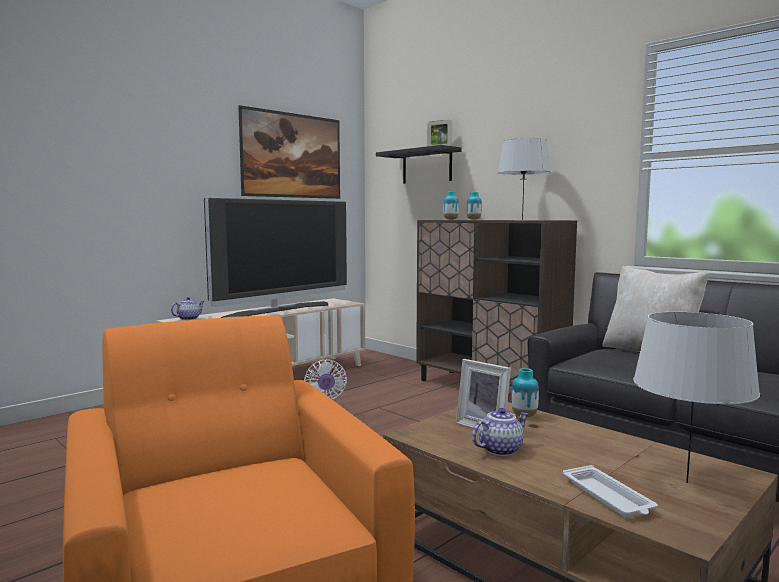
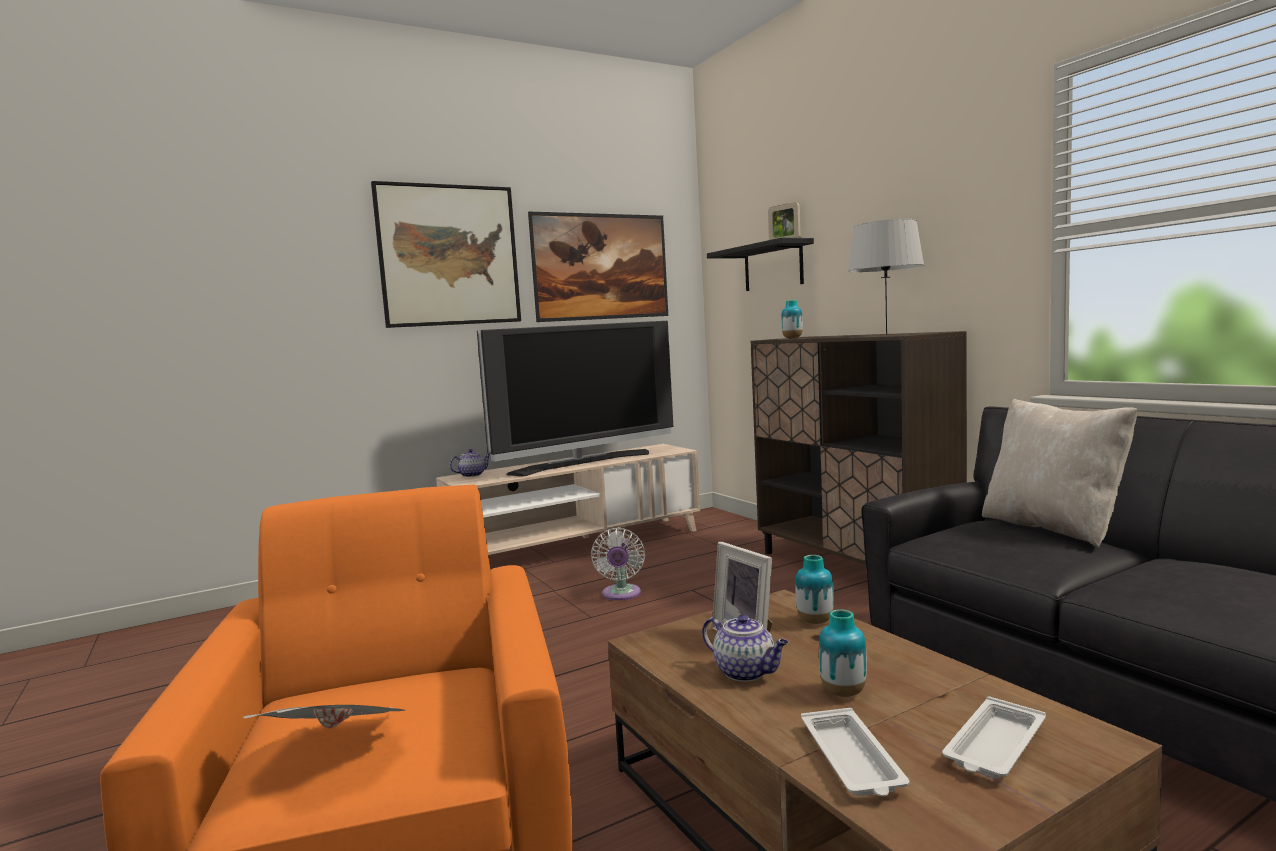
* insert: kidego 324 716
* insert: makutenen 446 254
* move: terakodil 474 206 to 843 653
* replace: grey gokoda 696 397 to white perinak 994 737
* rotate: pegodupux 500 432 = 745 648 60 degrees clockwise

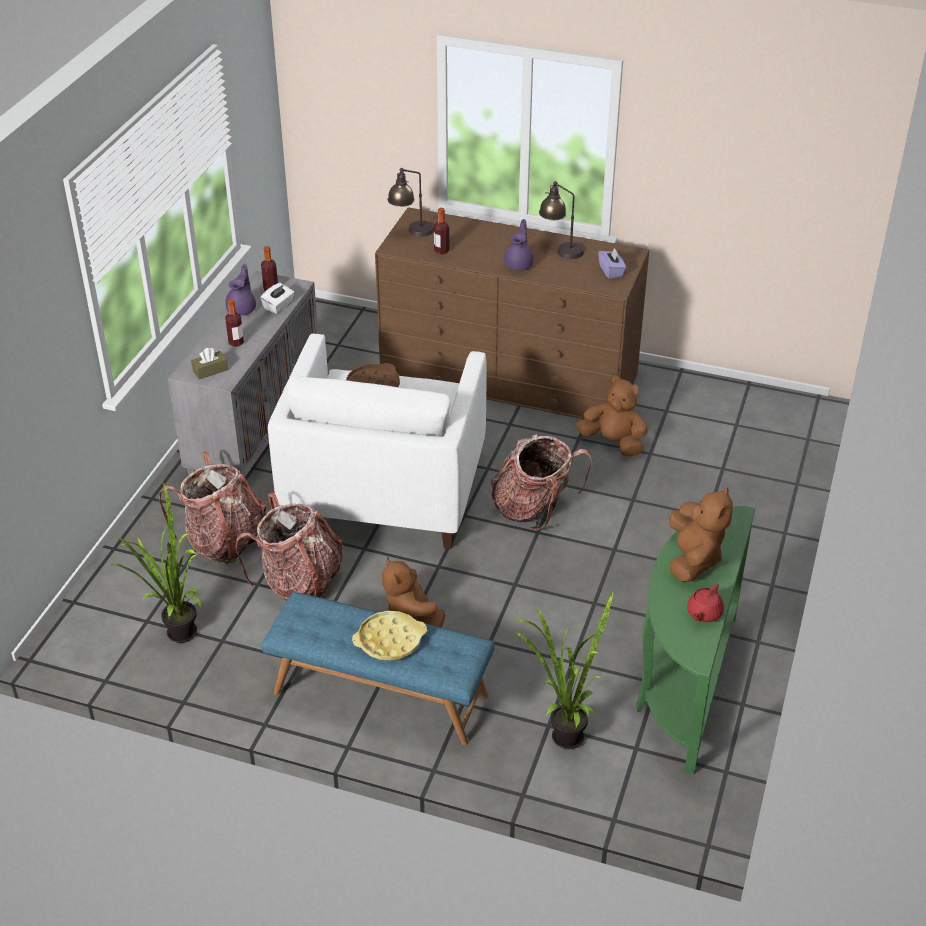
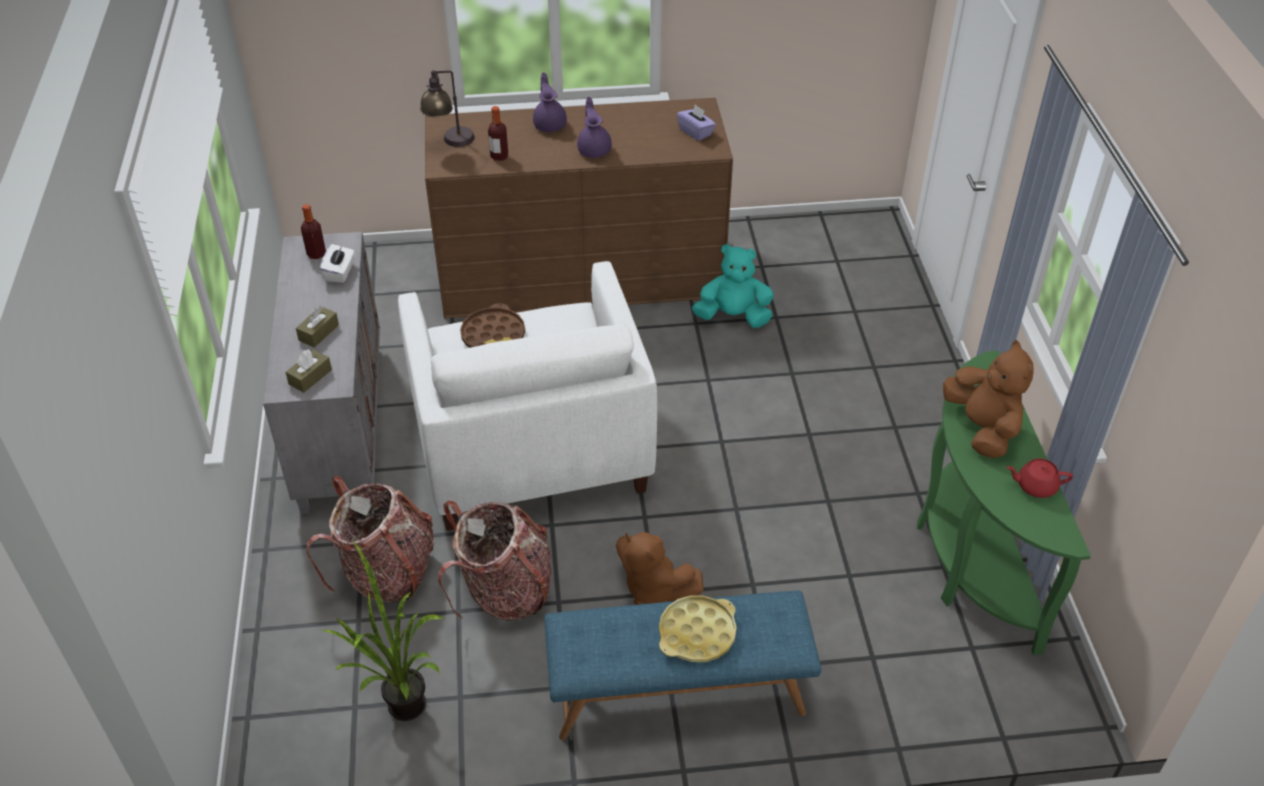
* delete: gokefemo 542 482
* delete: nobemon 564 669
* delete: gokoda 561 220
* move: purple pegodupux 241 290 to 550 102
* replace: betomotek 234 323 to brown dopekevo 317 327
* recolor: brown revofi 612 416 to turquoise revofi 733 286
* rotate: red pegodupux 705 603 = 1040 478 90 degrees clockwise

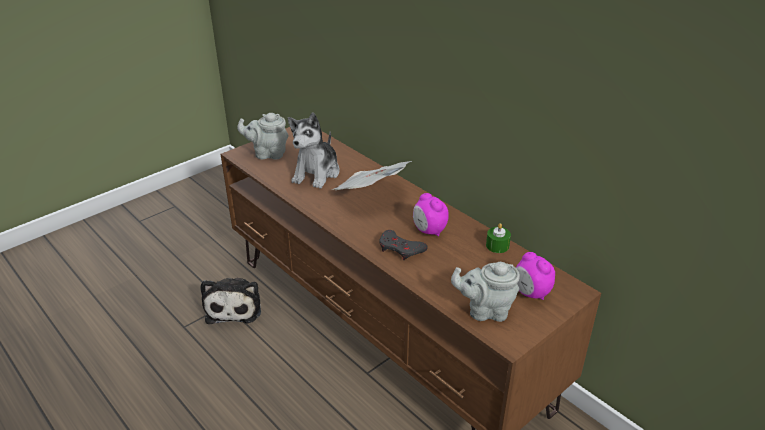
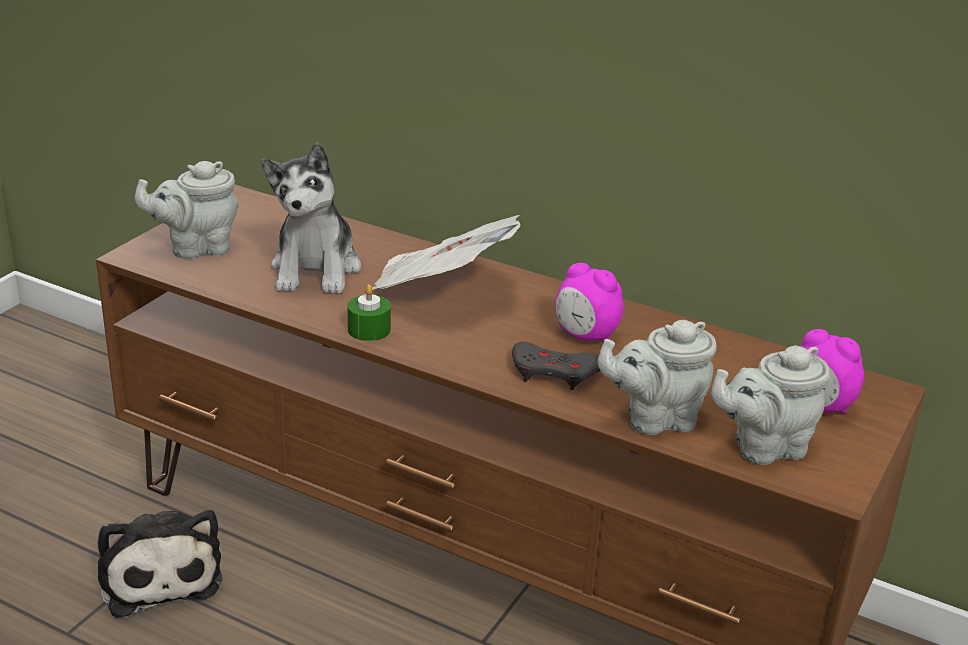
* insert: grey pegodupux 657 377
* move: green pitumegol 498 238 to 369 312

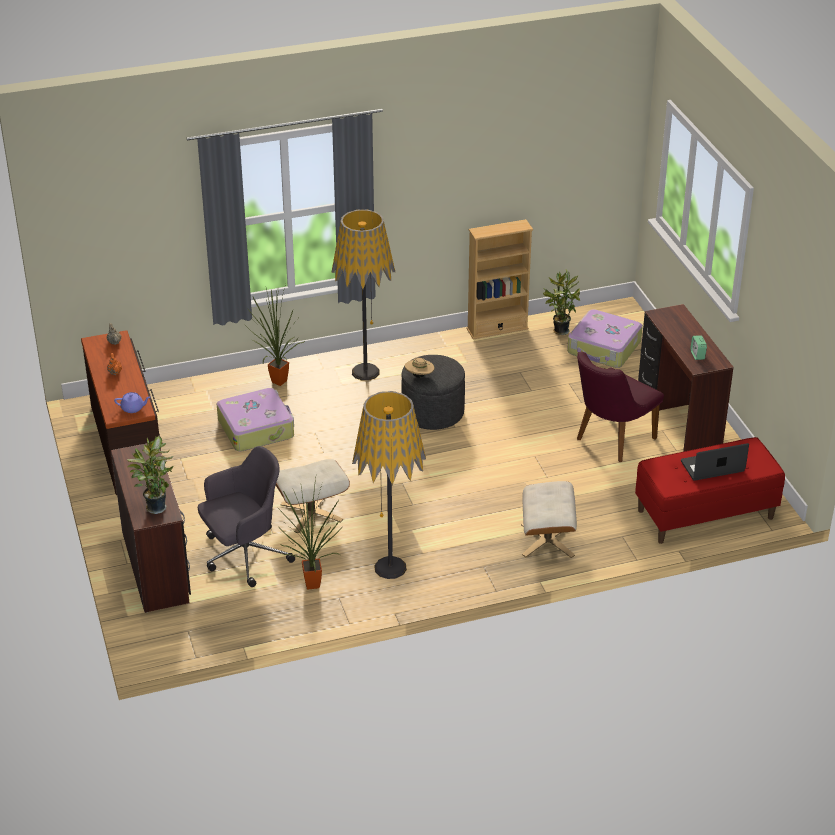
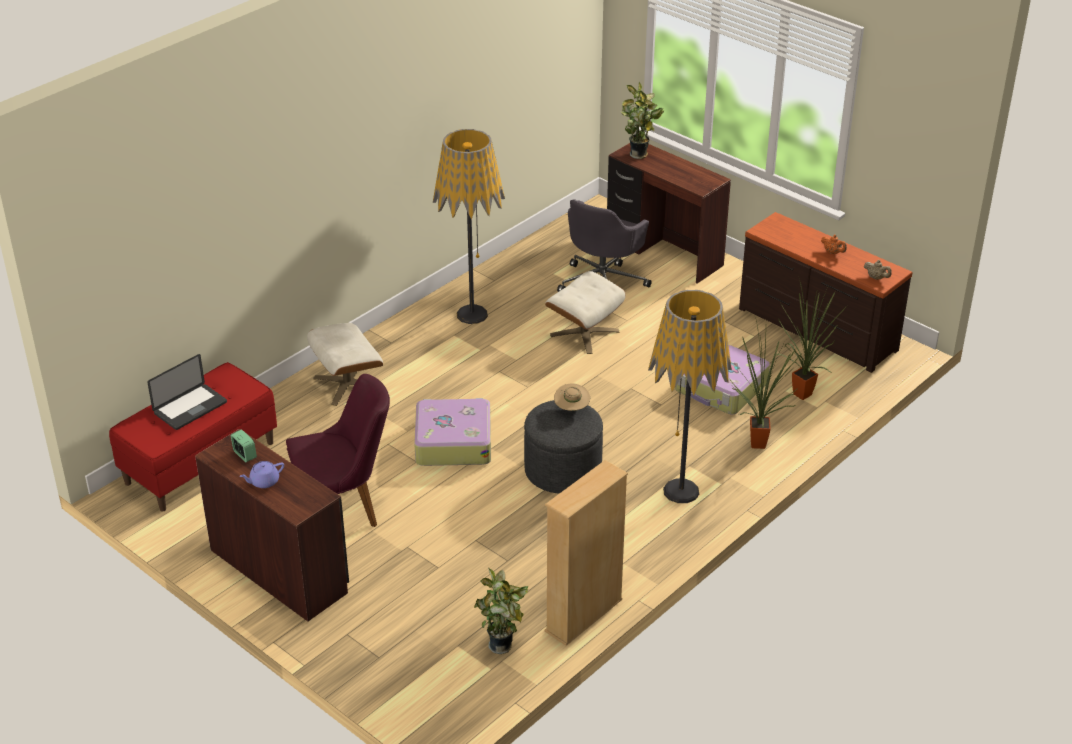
* move: purple pegodupux 132 402 to 262 474
* move: nobemon 310 534 to 811 339
* move: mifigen 605 338 to 452 432
* rotate: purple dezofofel 620 407 = 338 450 60 degrees clockwise

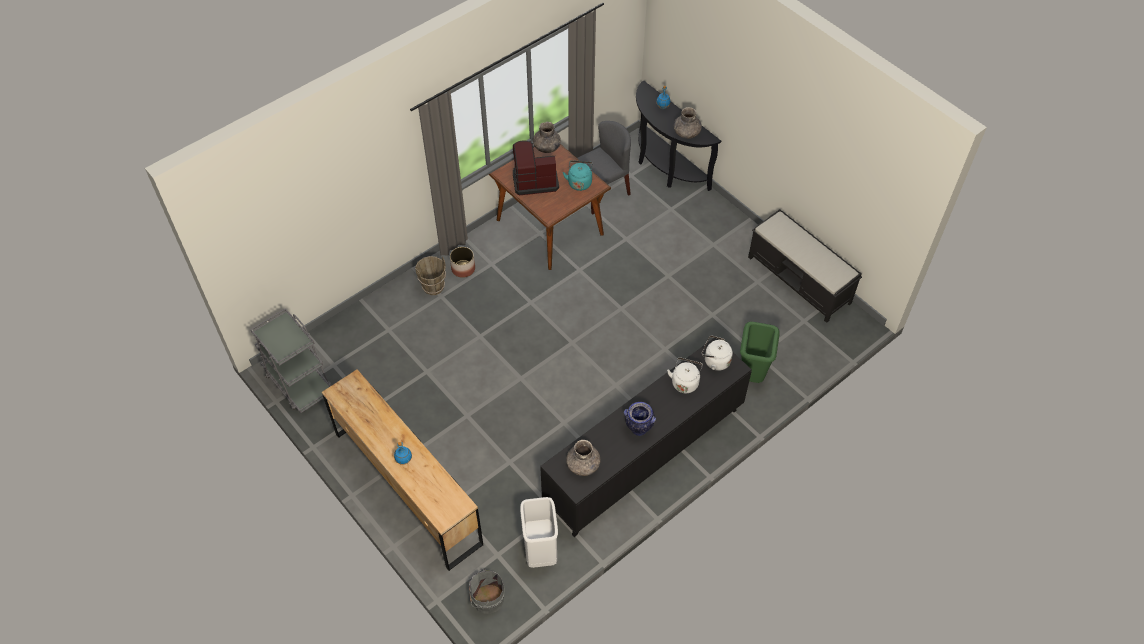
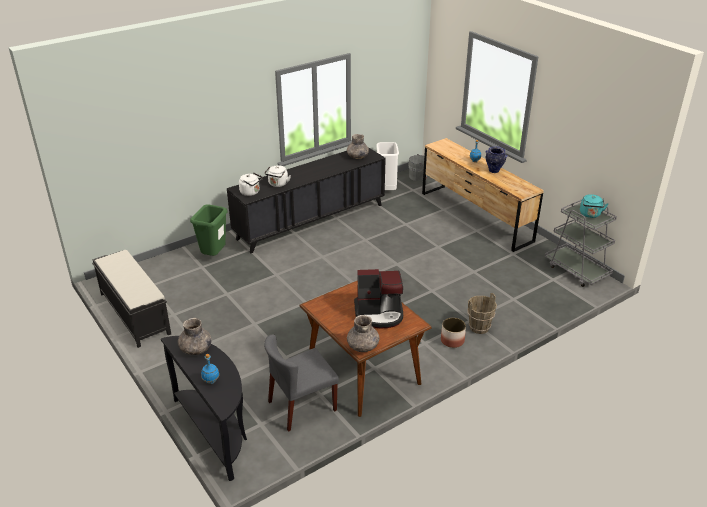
* move: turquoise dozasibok 578 175 to 594 206
* move: terakodil 640 419 to 497 159

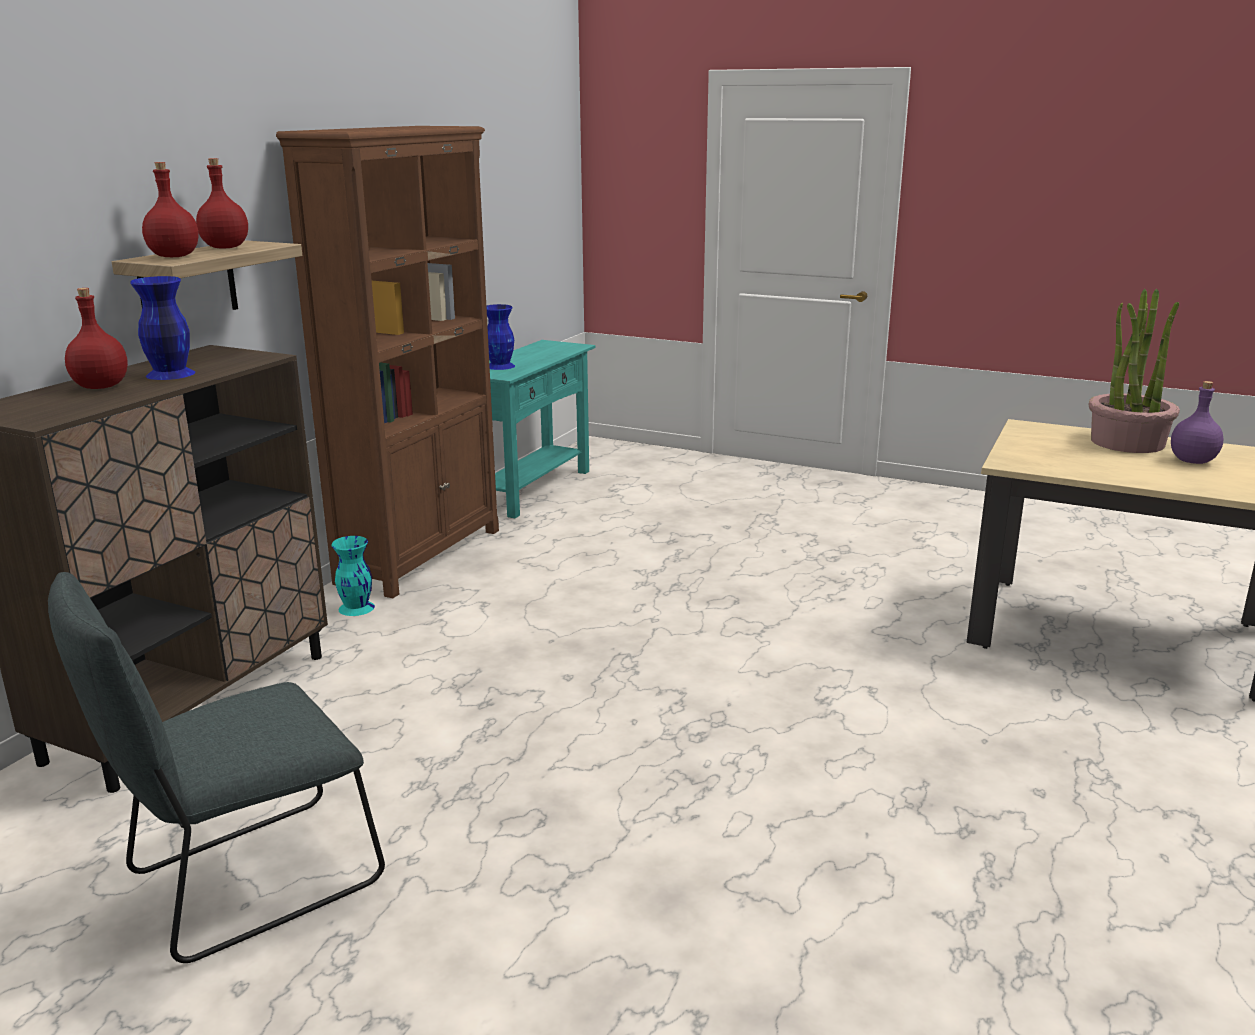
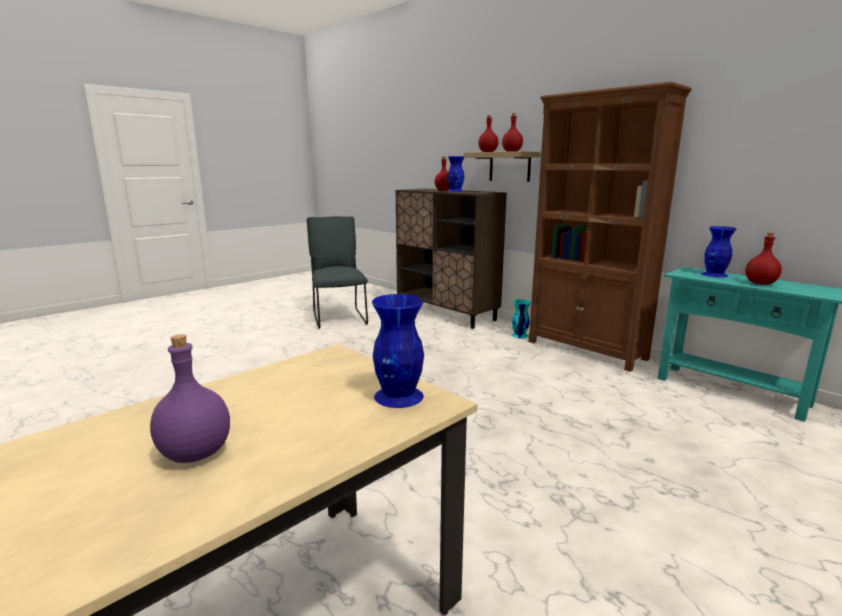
* delete: nobemon 1134 371
* insert: blue terakodil 398 351
* insert: red betomotek 763 258

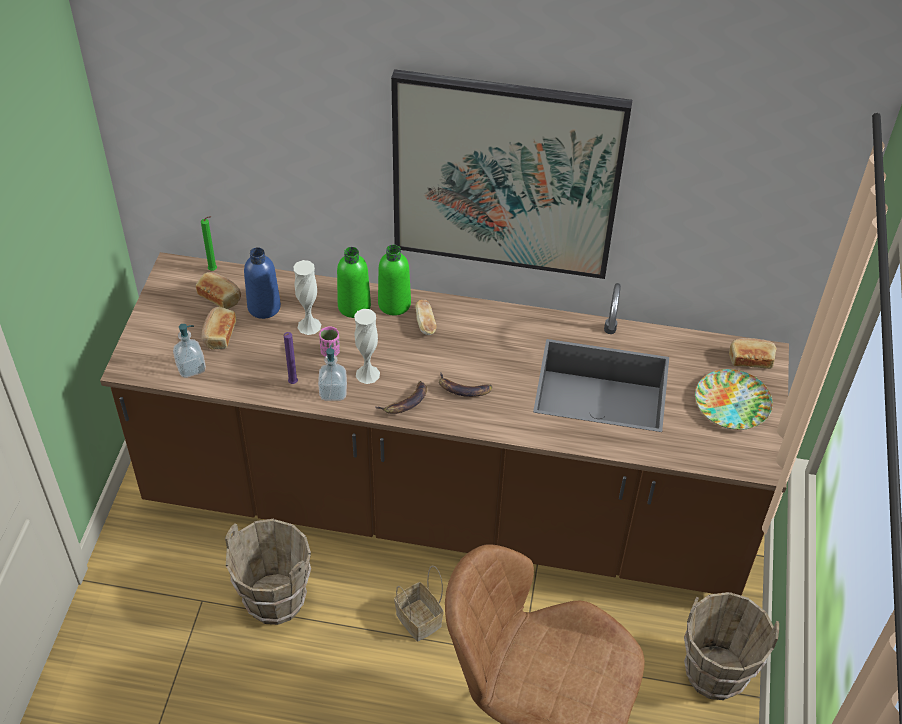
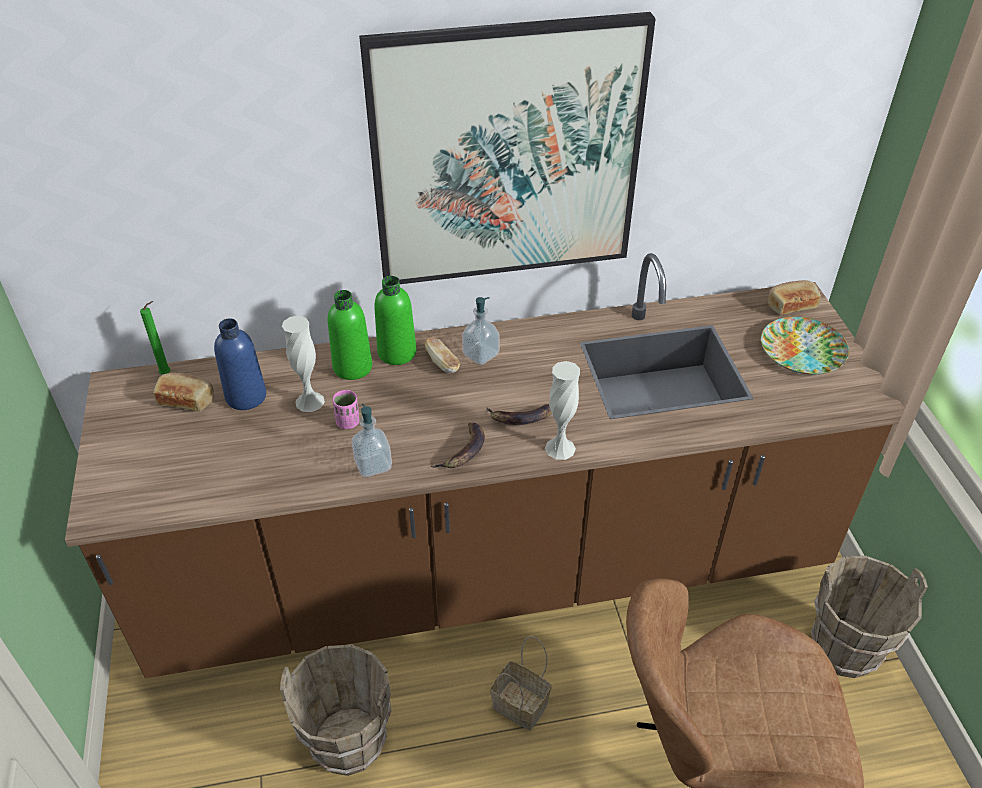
* delete: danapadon 218 328
* delete: purple pitumegol 291 358
* move: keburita 189 351 to 481 331
* move: white terakodil 367 346 to 562 410

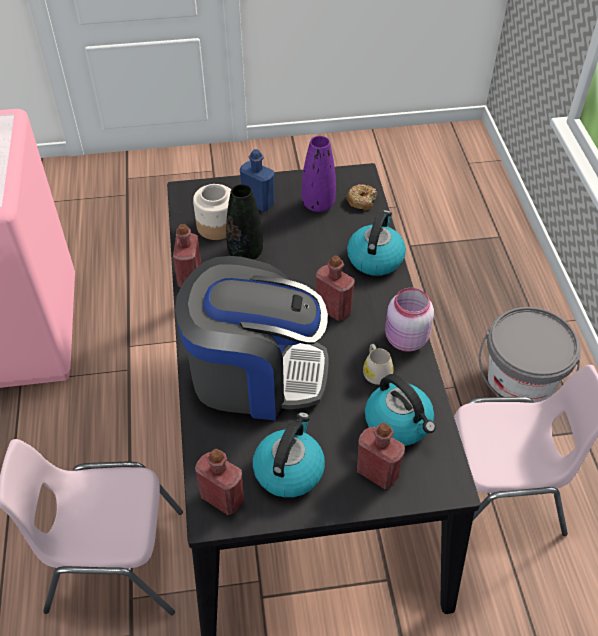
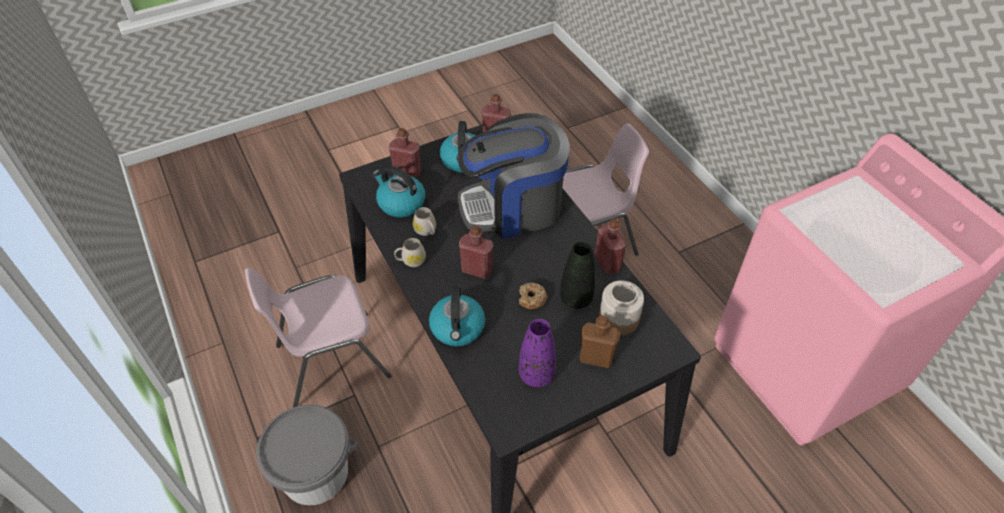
* move: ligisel 362 197 to 533 296
* replace: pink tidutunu 409 320 to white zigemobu 410 252
* recolor: blue betomotek 257 180 to brown betomotek 600 341

